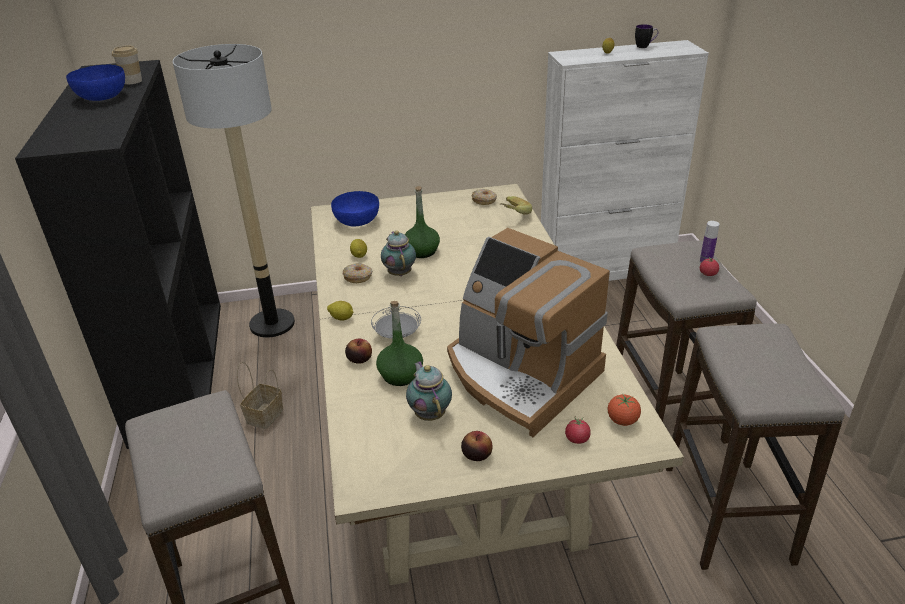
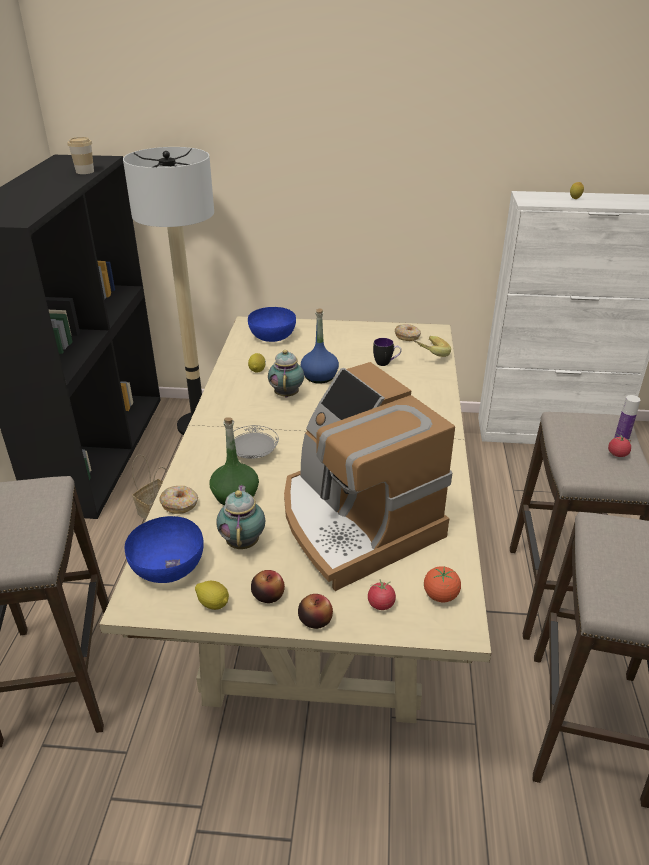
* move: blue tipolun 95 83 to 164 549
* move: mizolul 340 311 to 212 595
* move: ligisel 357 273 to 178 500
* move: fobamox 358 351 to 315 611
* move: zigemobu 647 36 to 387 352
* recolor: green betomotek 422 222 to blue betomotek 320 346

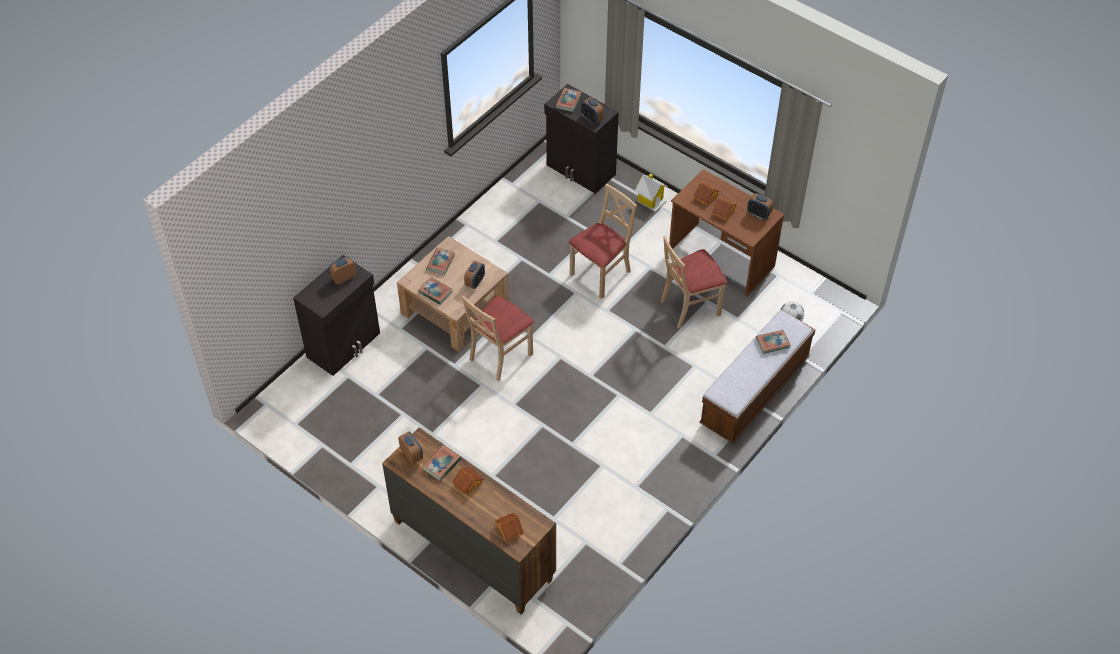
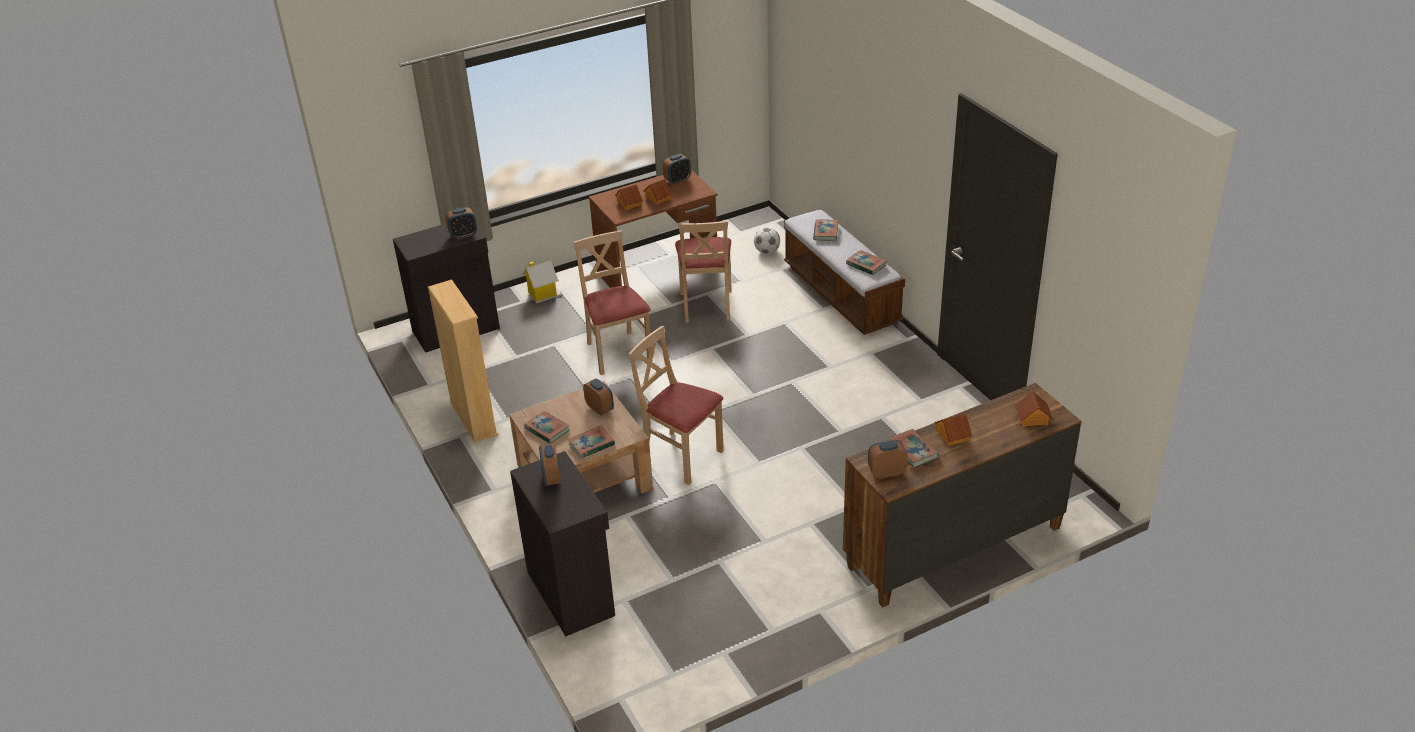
* insert: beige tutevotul 463 361
* move: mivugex 568 100 to 866 262
* rotate: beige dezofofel 498 338 = 676 405 150 degrees clockwise

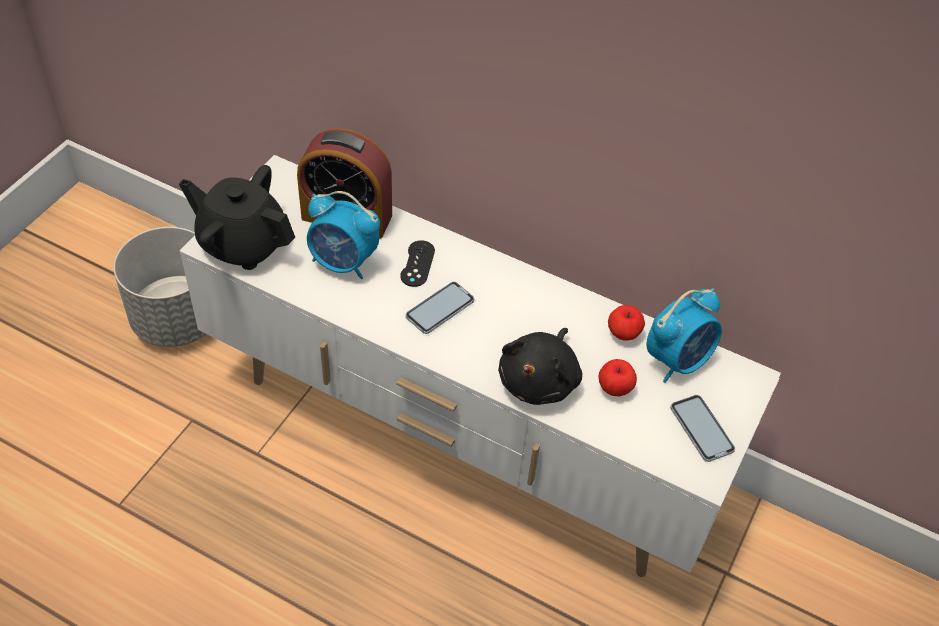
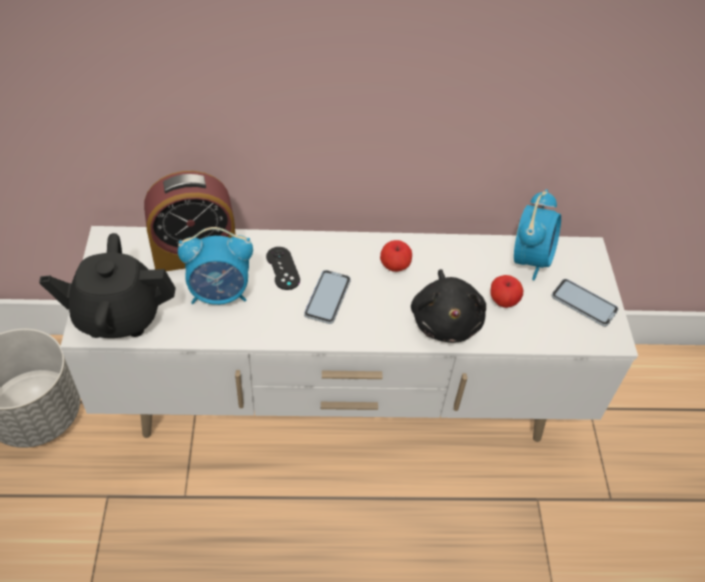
* move: fobamox 626 322 to 396 256

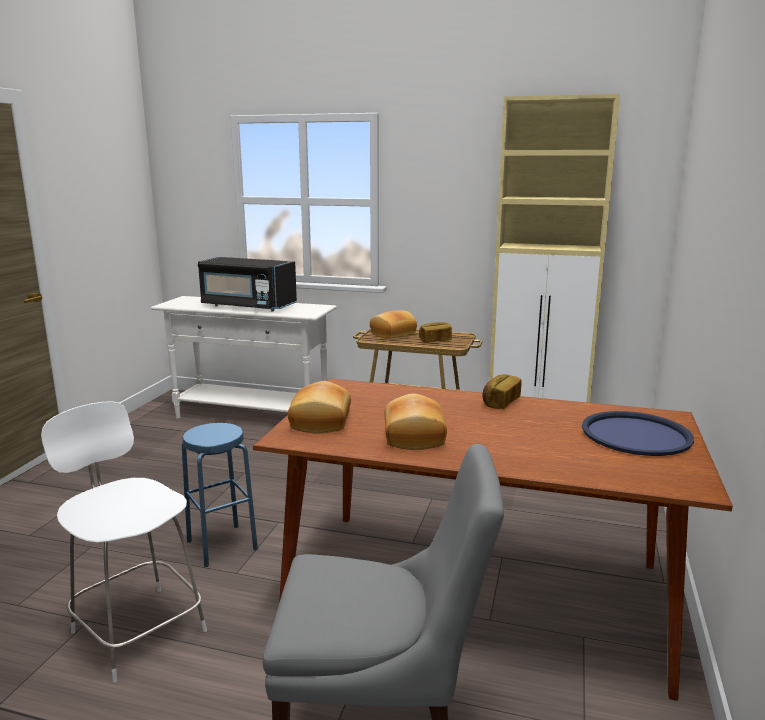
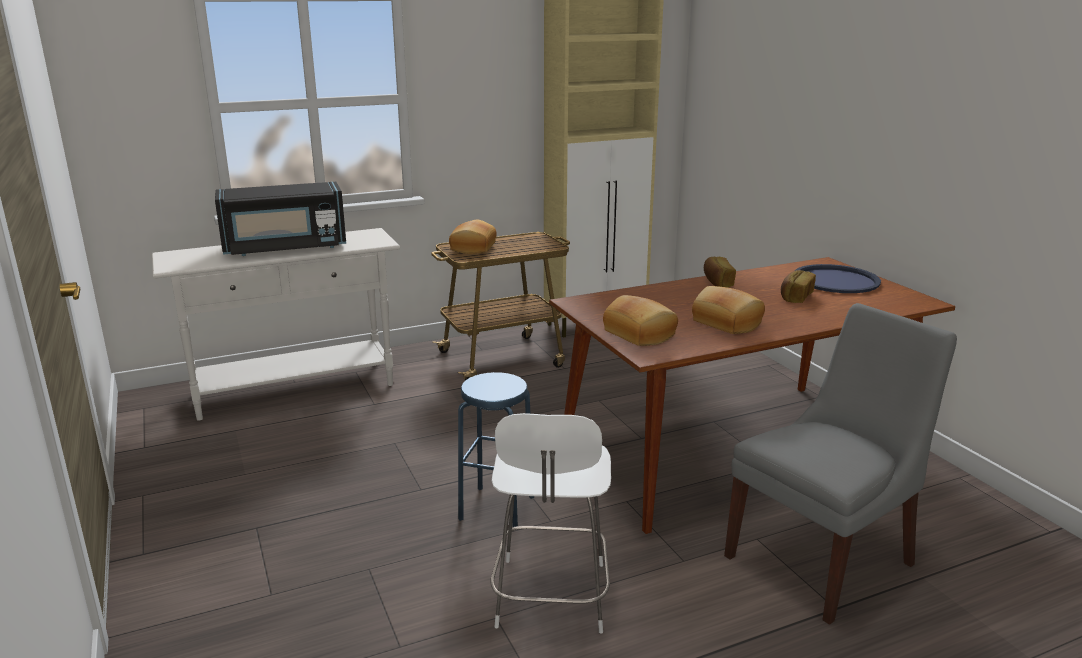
* move: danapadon 435 332 to 798 286
* rotate: white dezofofel 124 542 = 551 523 90 degrees counterclockwise

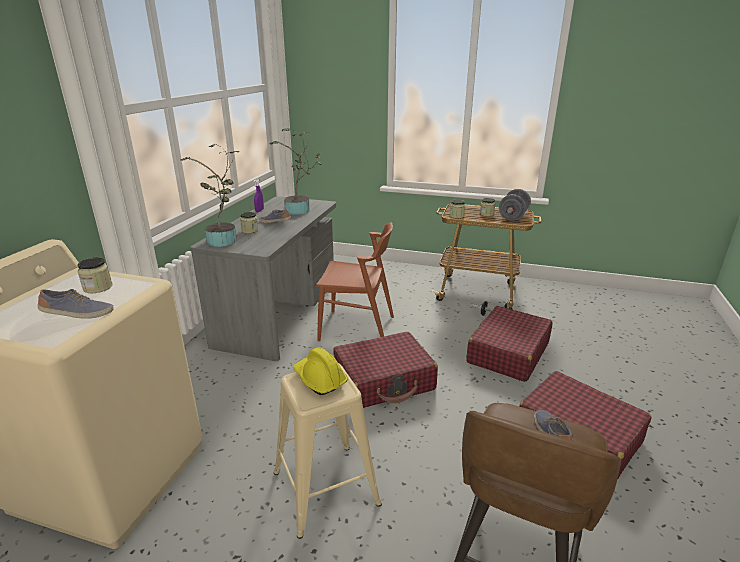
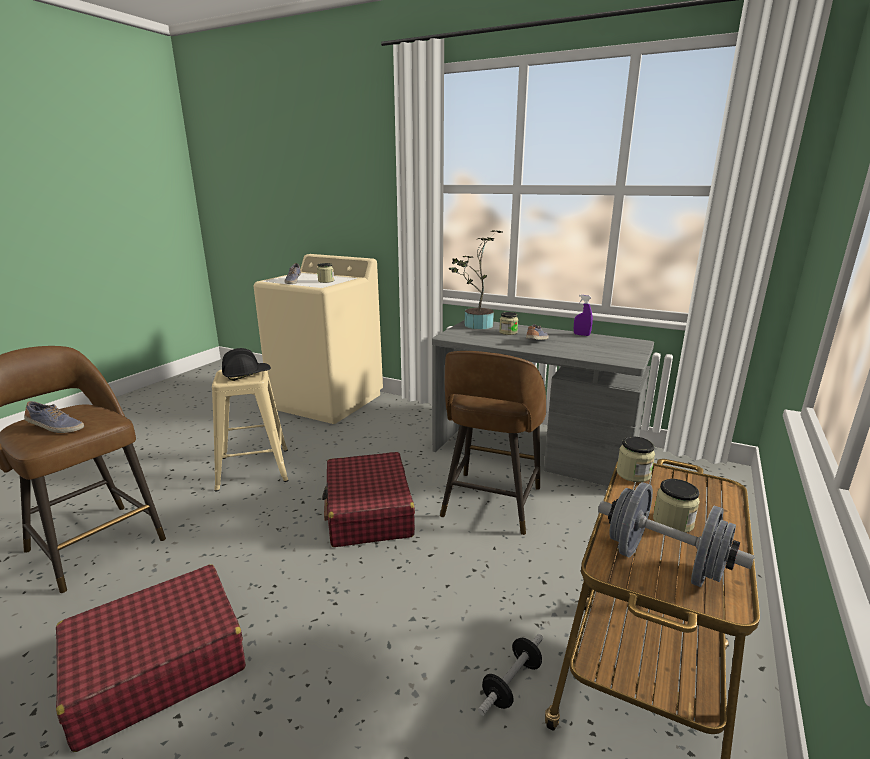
* delete: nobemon 295 171
* delete: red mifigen 509 344
* replace: brown dezofofel 355 281 to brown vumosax 493 443
* recolor: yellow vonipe 320 371 to black vonipe 246 364

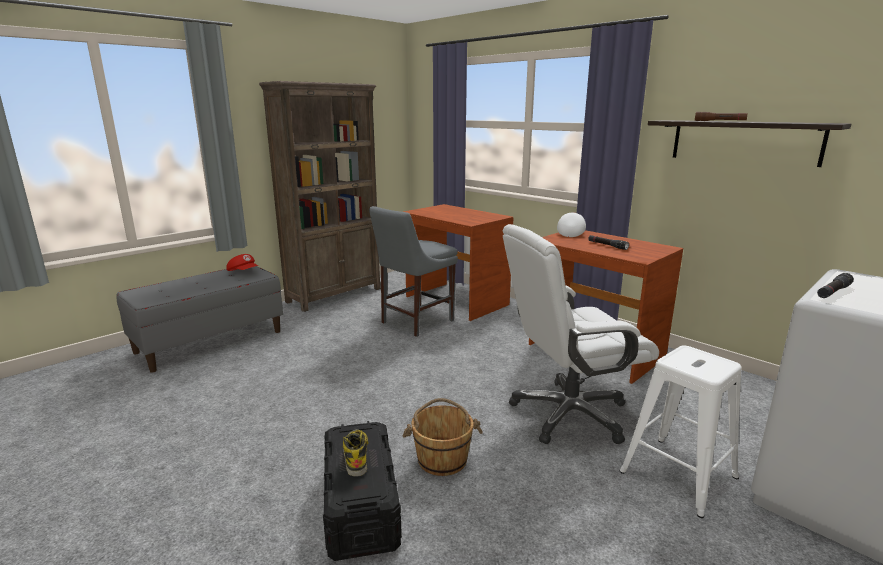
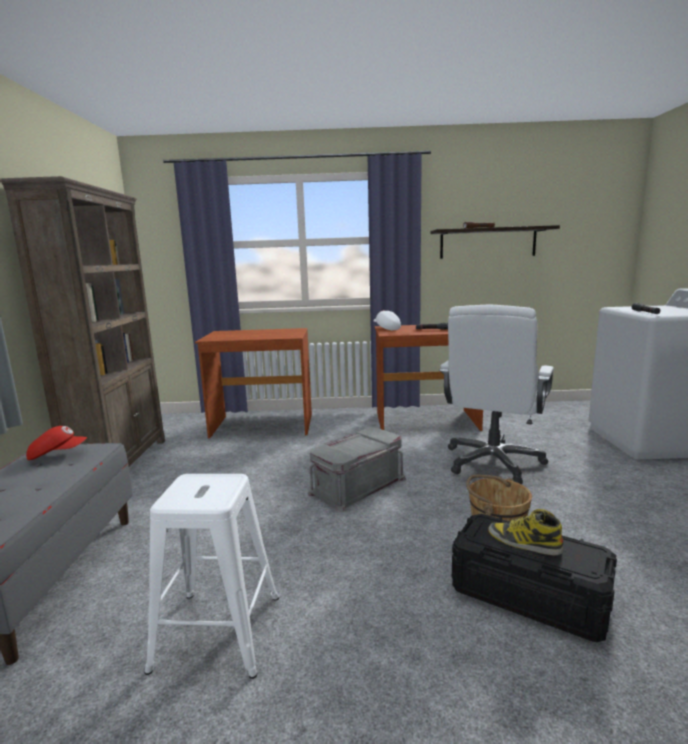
* delete: grey dezofofel 413 271
* insert: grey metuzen 357 470
* move: white vumosax 680 431 to 211 576

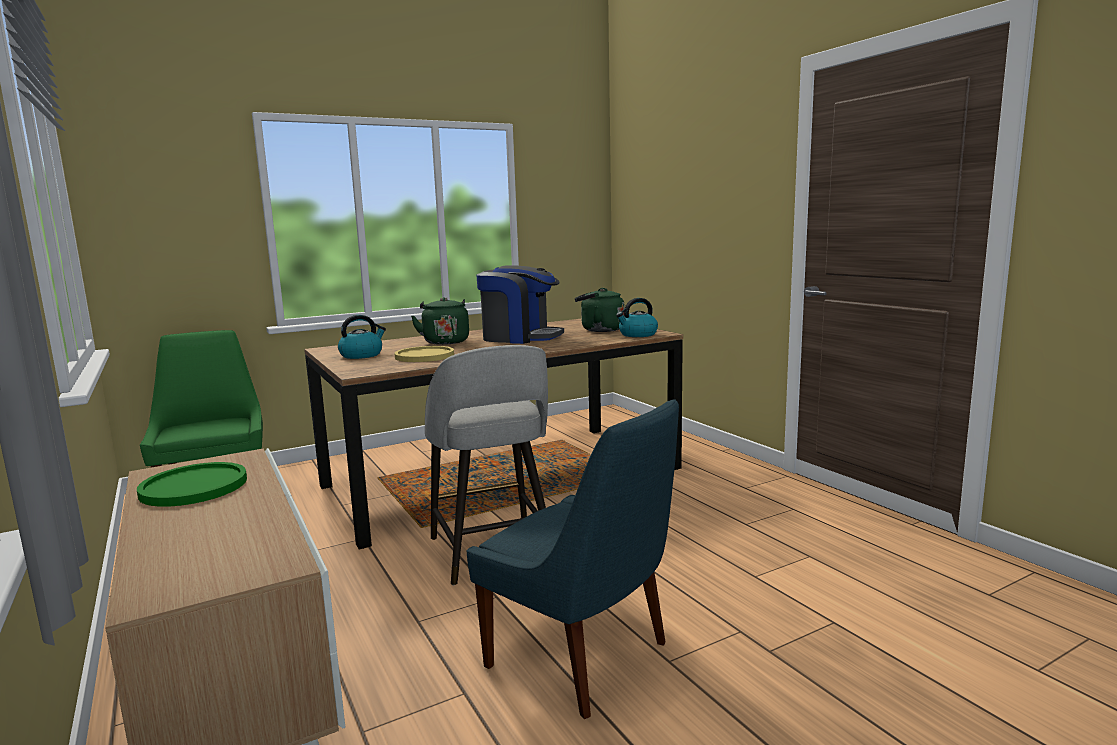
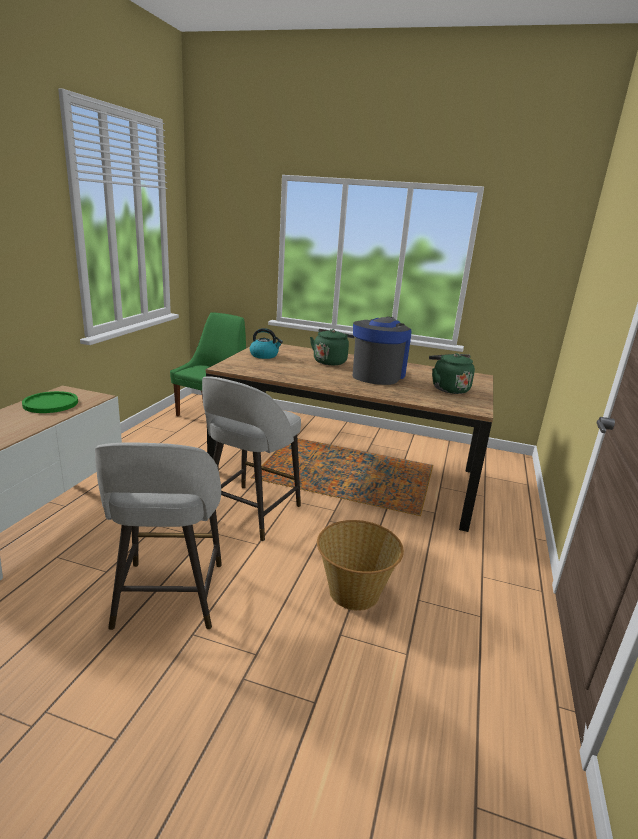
* delete: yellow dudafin 424 354
* delete: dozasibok 637 317
* insert: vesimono 360 565
* replace: blue dezofofel 572 559 to grey vumosax 158 536
* rotate: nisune 520 304 = 382 351 135 degrees counterclockwise

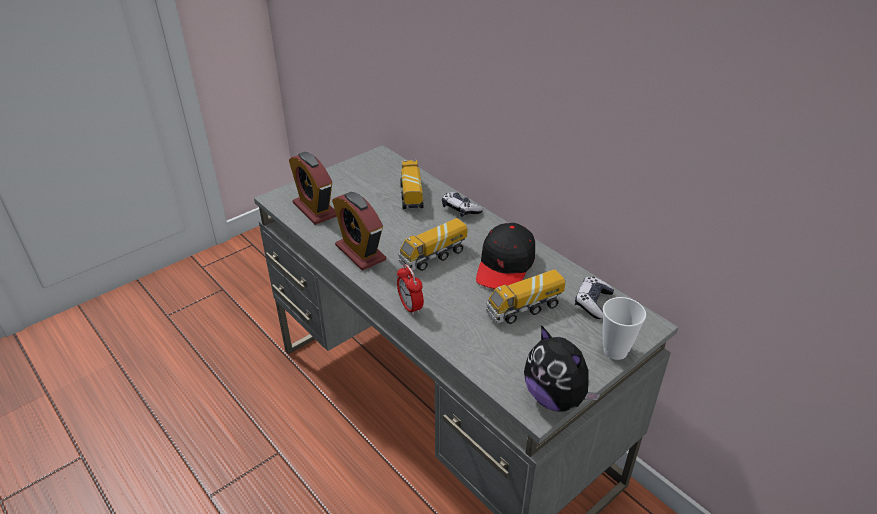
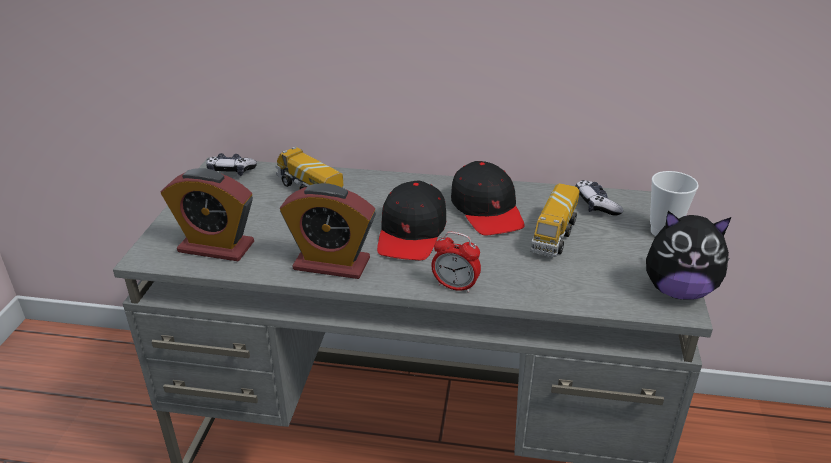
* move: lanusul 463 204 to 231 164
* replace: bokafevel 433 244 to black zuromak 411 220

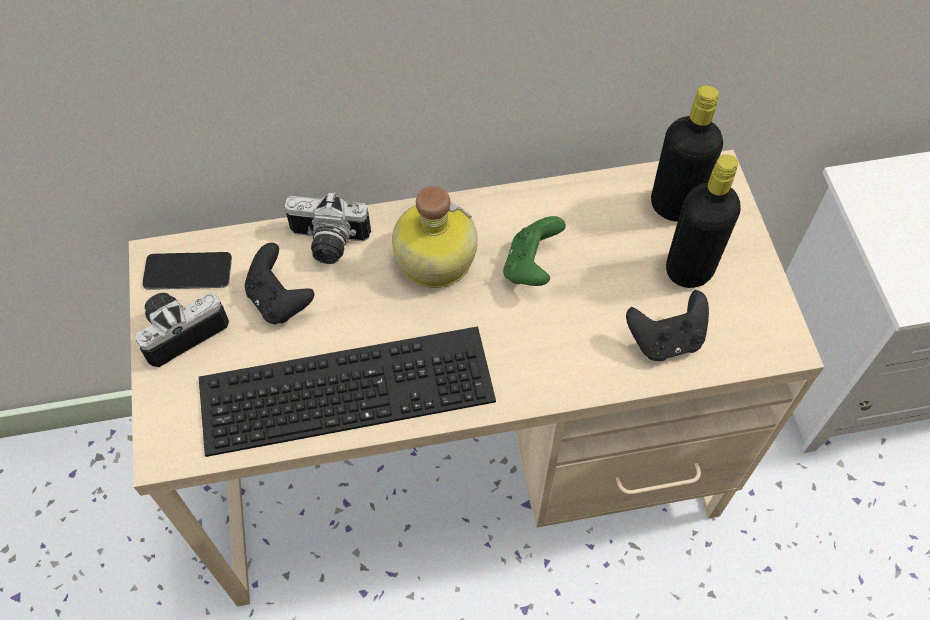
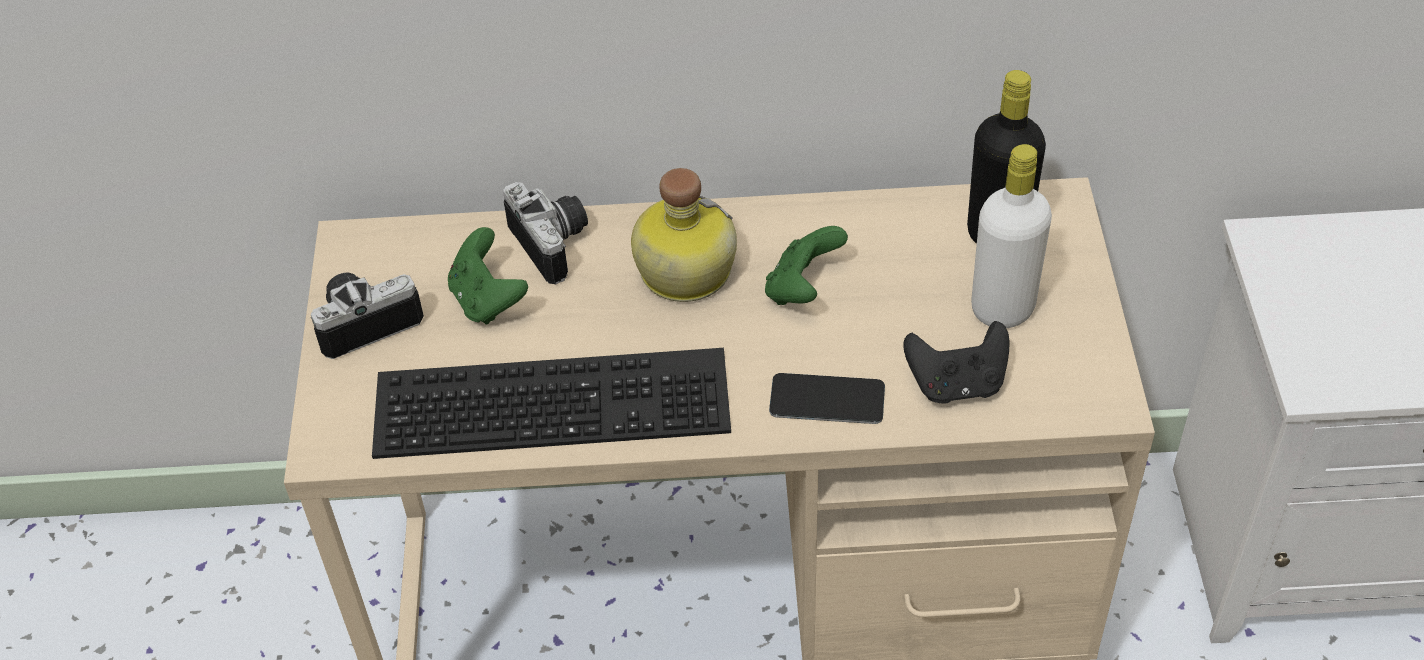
* move: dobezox 187 271 to 827 398
* recolor: black lanusul 279 283 to green lanusul 488 276
* recolor: black betomotek 703 221 to white betomotek 1011 236
* rotate: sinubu 328 228 = 545 233 135 degrees counterclockwise

